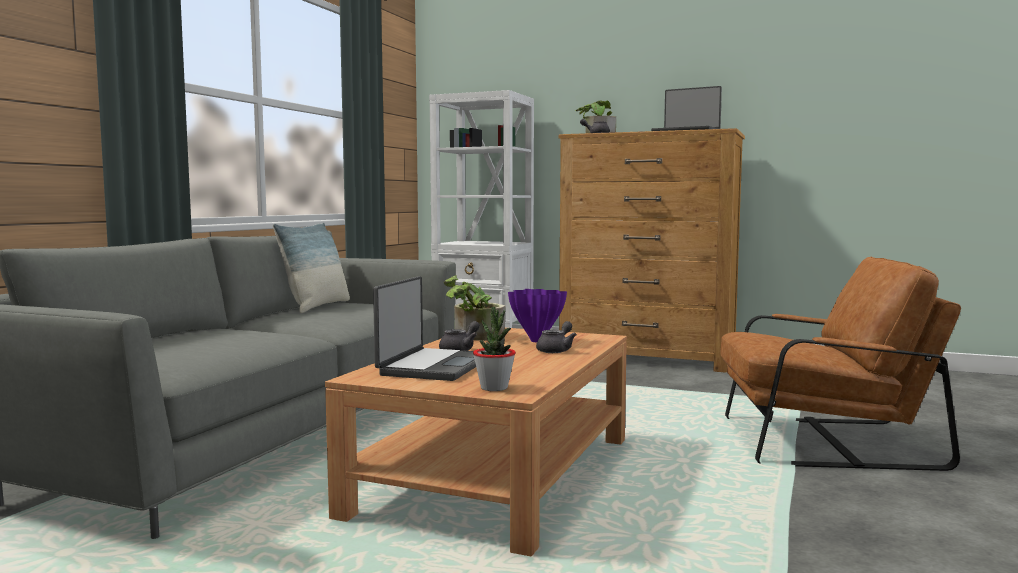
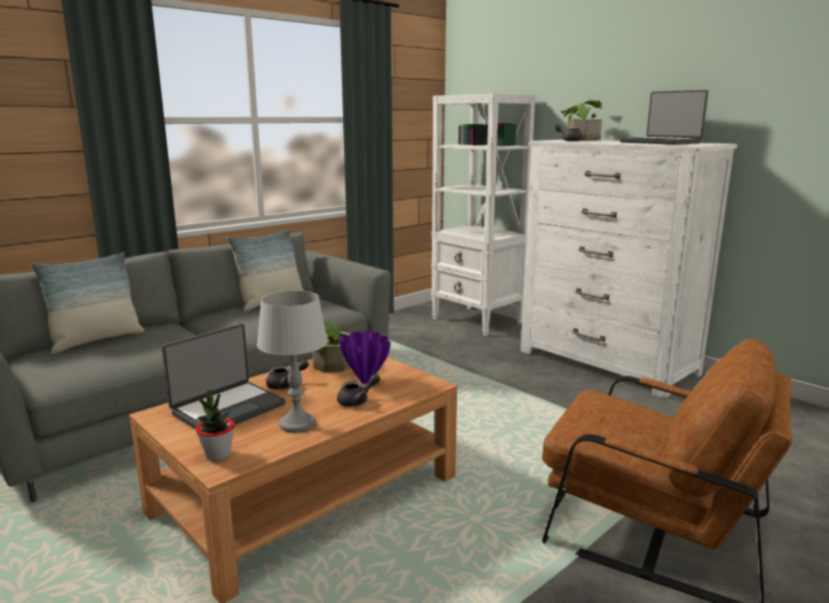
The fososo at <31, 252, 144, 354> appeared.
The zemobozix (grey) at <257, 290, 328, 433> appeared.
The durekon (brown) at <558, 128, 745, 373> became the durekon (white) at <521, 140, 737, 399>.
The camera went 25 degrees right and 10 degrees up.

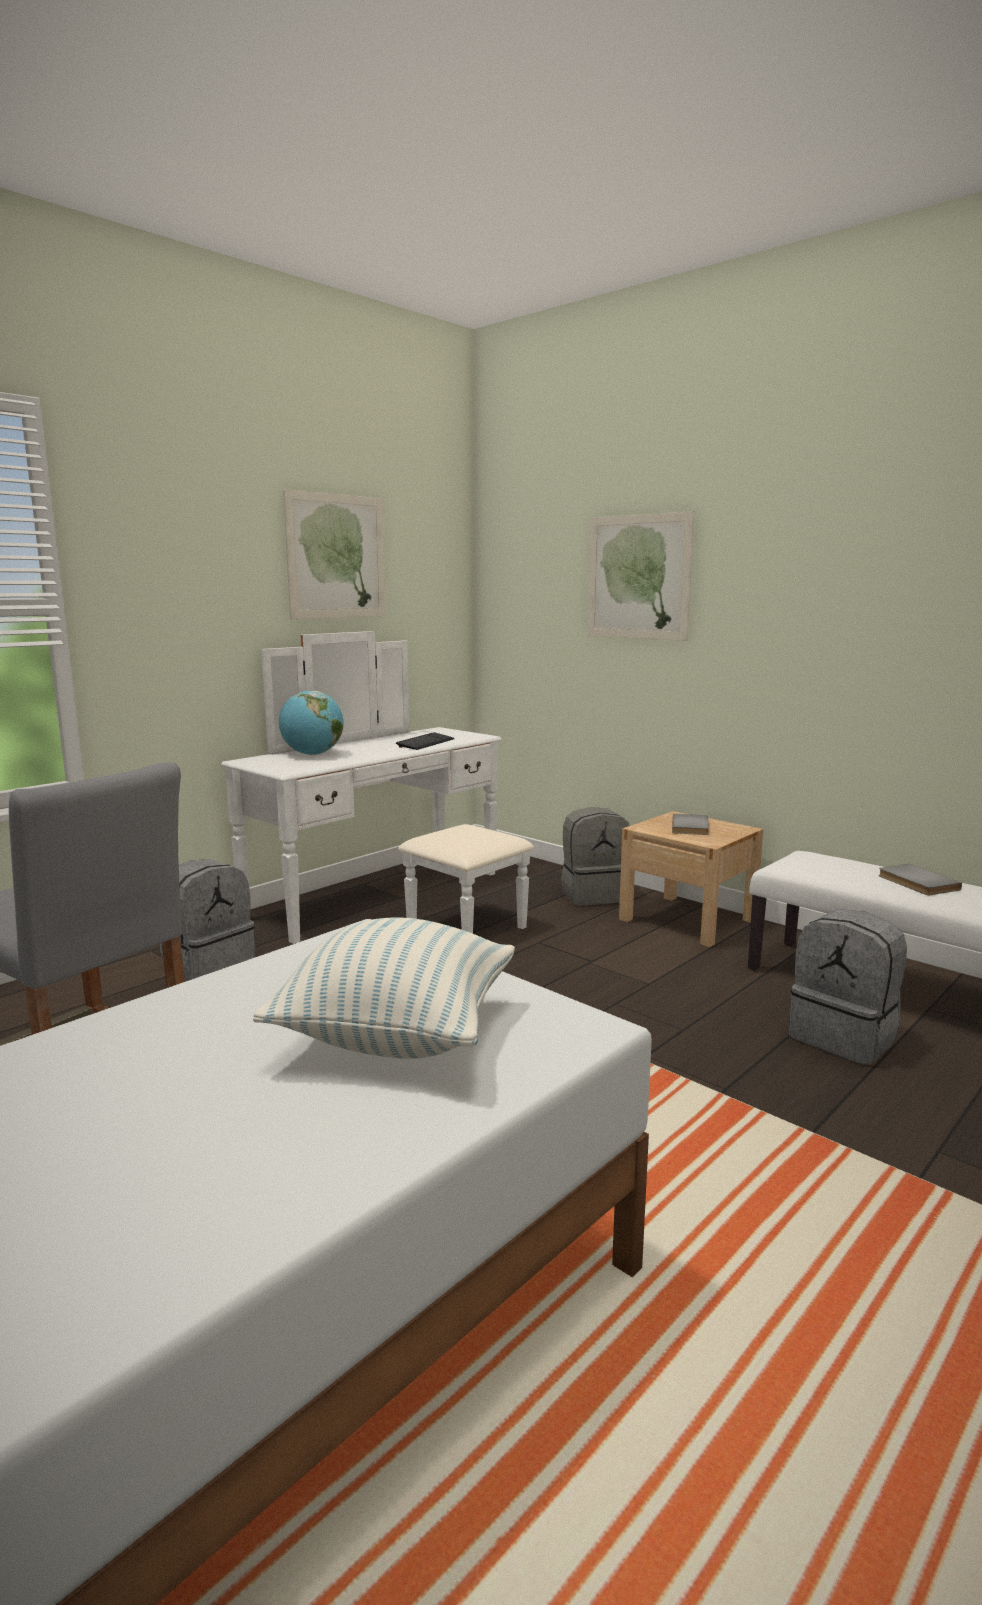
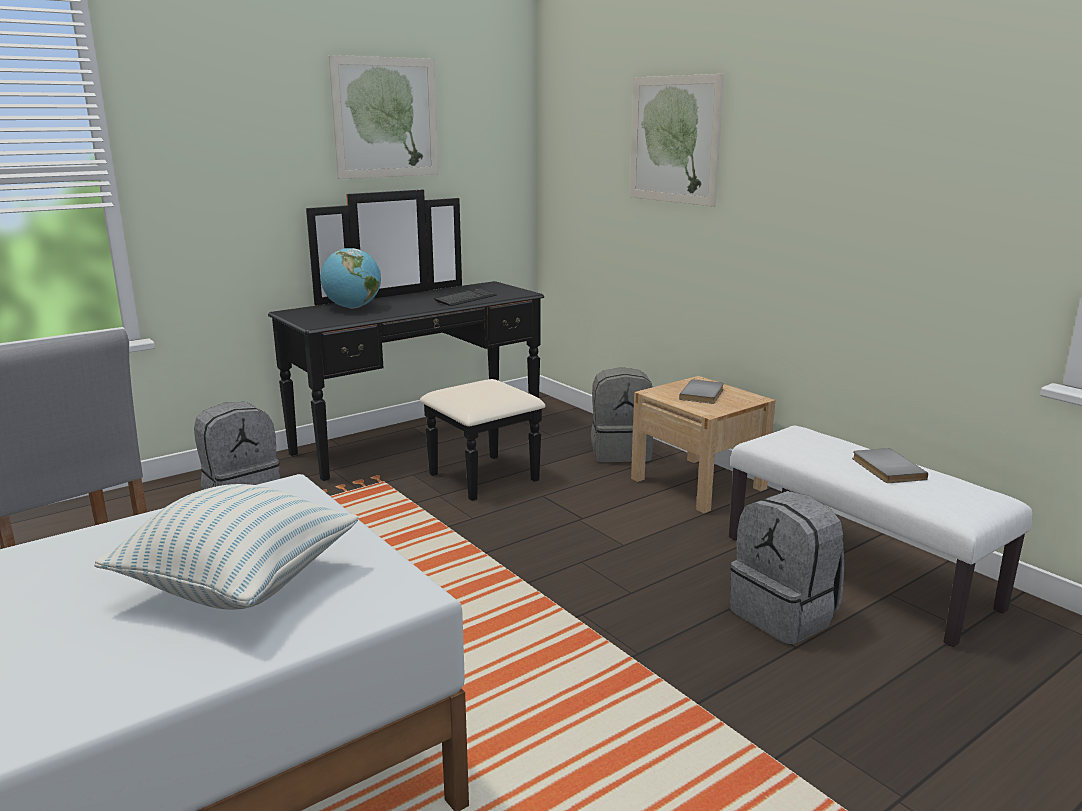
The durekon (white) at <221, 631, 534, 944> became the durekon (black) at <268, 189, 545, 501>.
The camera went 10 degrees right and 5 degrees up.

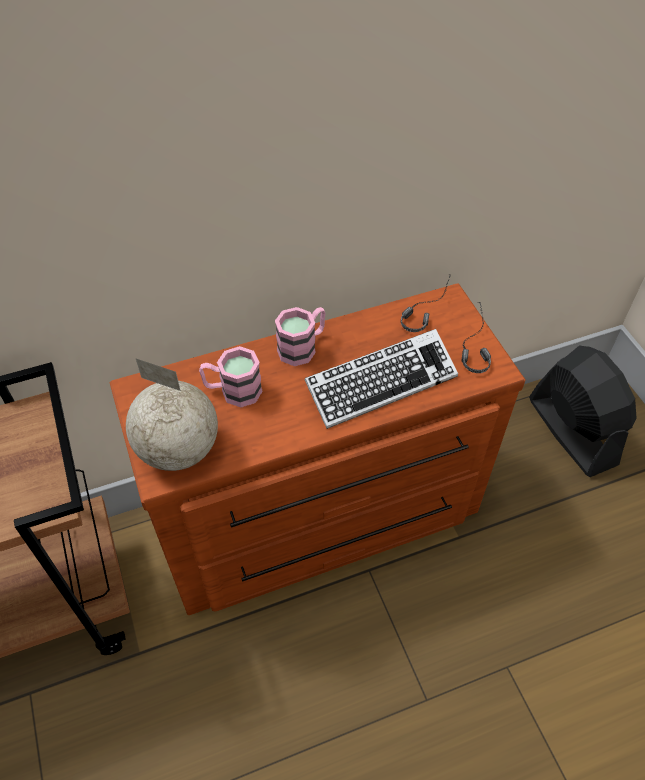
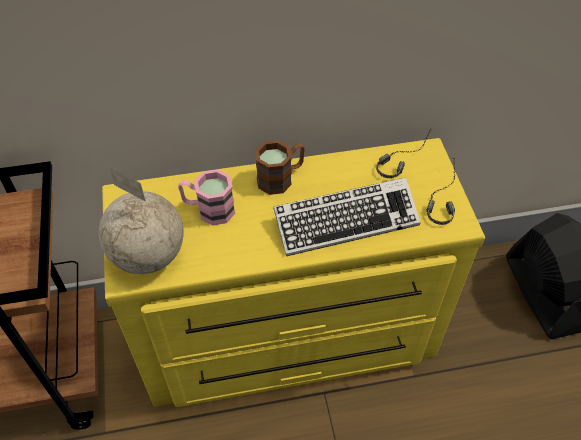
The durekon (brown) at <110, 283, 525, 615> became the durekon (yellow) at <102, 138, 485, 407>.
The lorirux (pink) at <275, 307, 325, 366> became the lorirux (brown) at <255, 140, 305, 195>.
The camera went 10 degrees right and 0 degrees up.

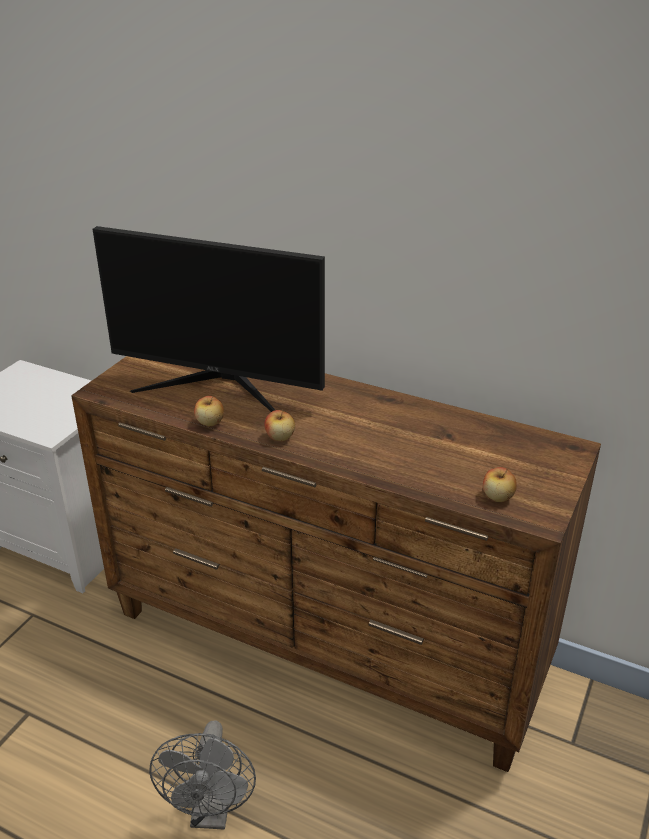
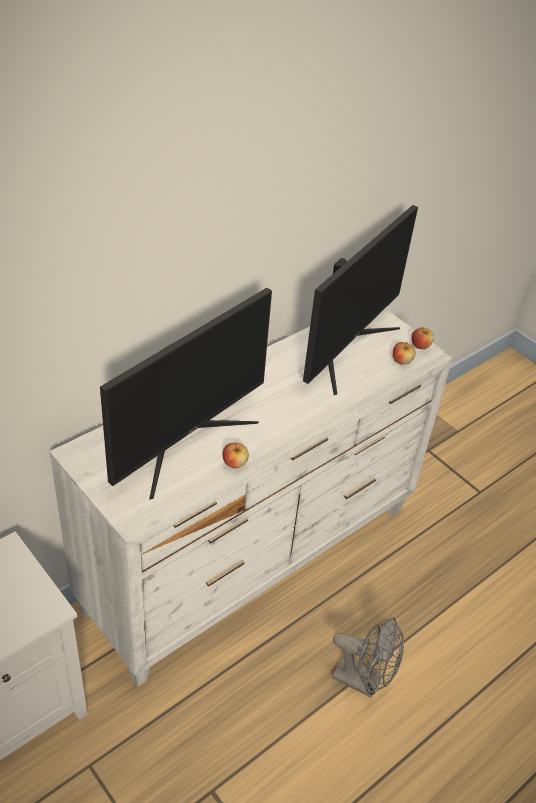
The durekon (brown) at <71, 356, 601, 772> became the durekon (white) at <49, 309, 453, 687>.
The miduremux at <303, 205, 418, 395> appeared.
The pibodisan moved from <264, 410, 295, 441> to <411, 327, 434, 349>.
The camera went 70 degrees left and 10 degrees up.

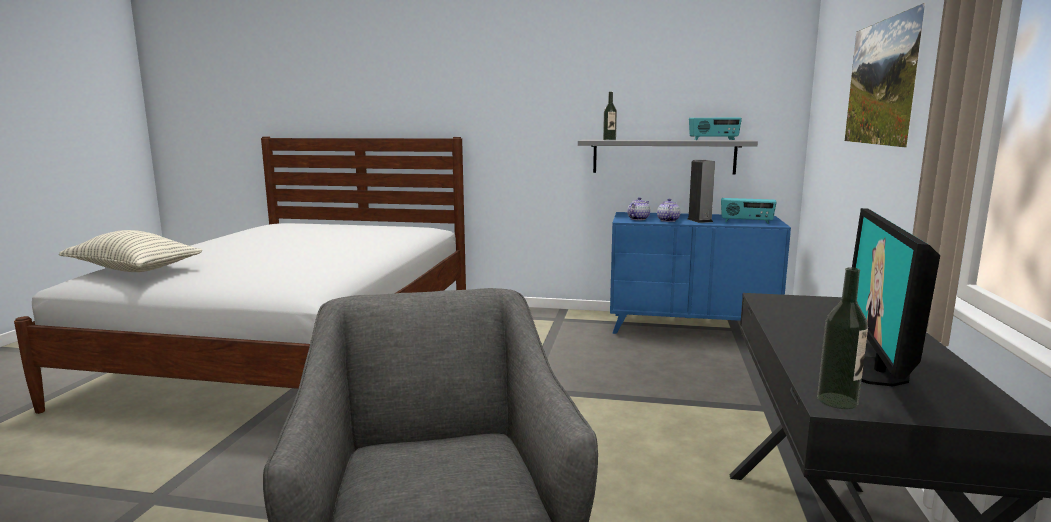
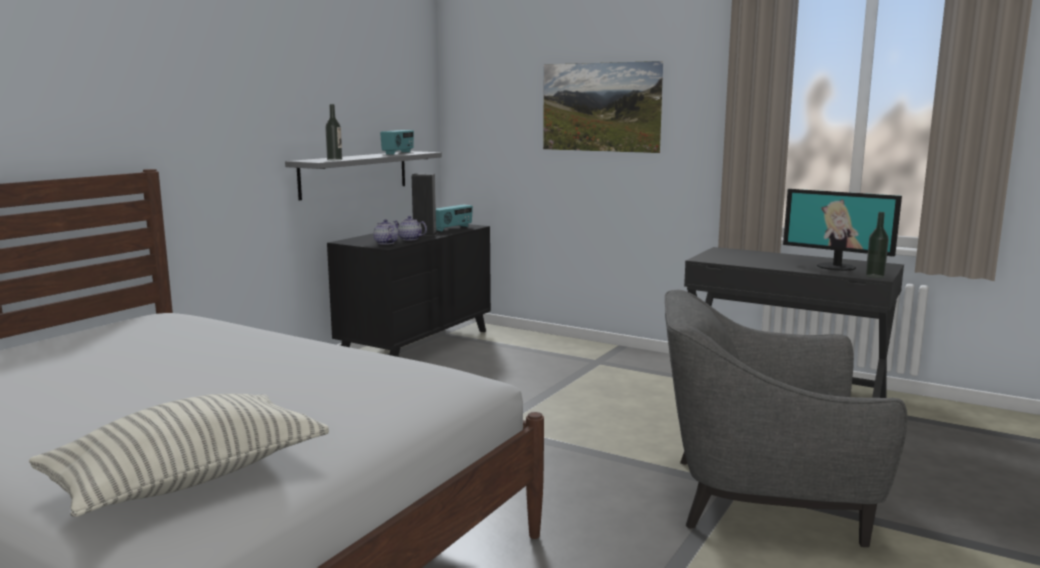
The durekon (blue) at <610, 212, 791, 334> became the durekon (black) at <327, 224, 491, 357>.
The camera went 70 degrees left and 0 degrees up.

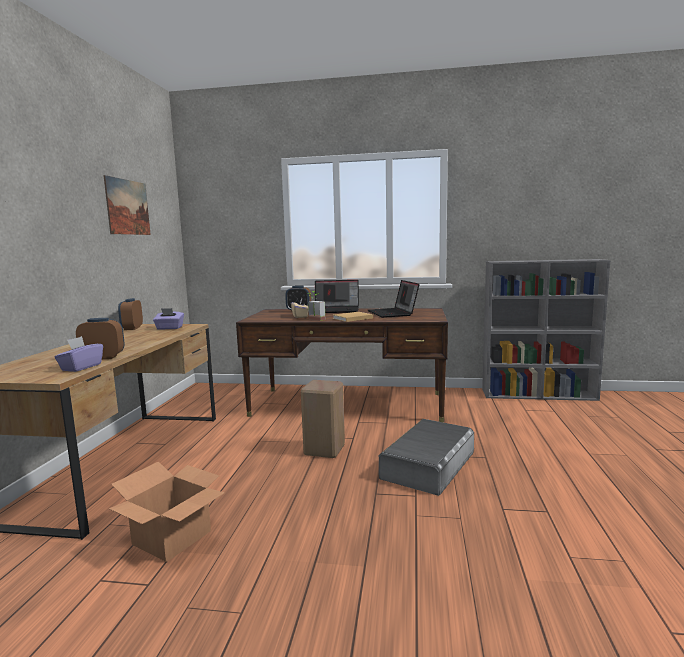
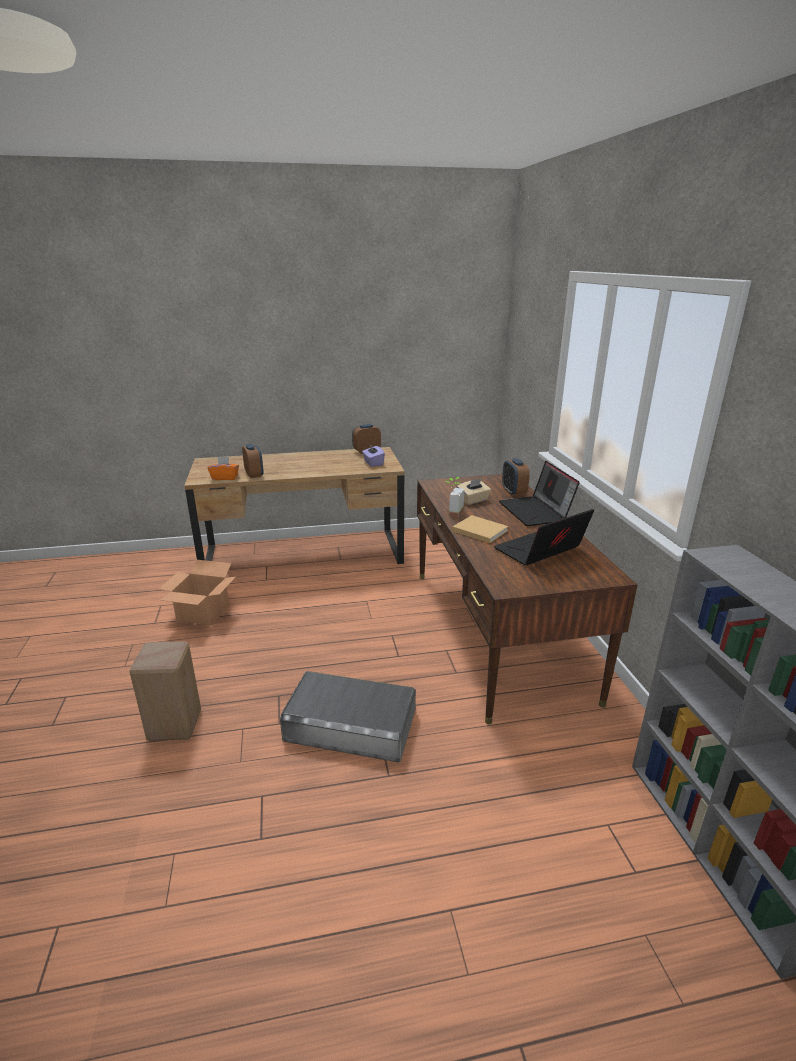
The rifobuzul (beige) moved from <301, 380, 345, 458> to <130, 641, 201, 741>.
The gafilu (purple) at <54, 336, 103, 372> became the gafilu (orange) at <207, 457, 239, 480>.
The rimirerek at <103, 175, 151, 235> disappeared.
The camera went 70 degrees right and 15 degrees up.

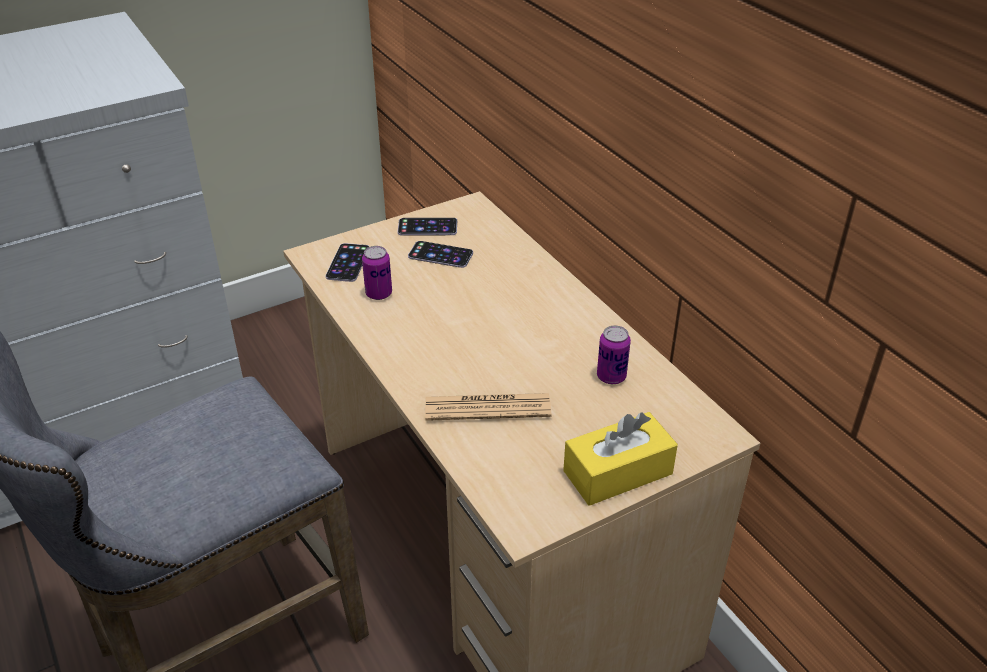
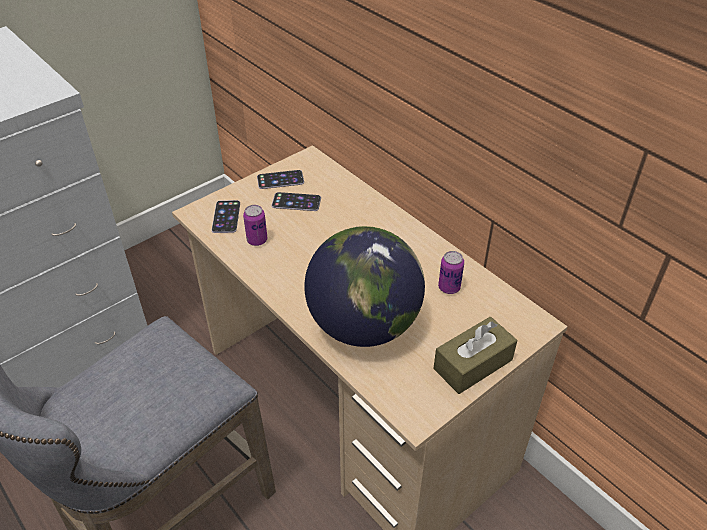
The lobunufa at <425, 393, 552, 421> was replaced by the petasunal at <304, 226, 425, 347>.
The gafilu (yellow) at <563, 412, 678, 506> became the gafilu (brown) at <433, 317, 517, 394>.
The camera went 10 degrees left and 5 degrees up.

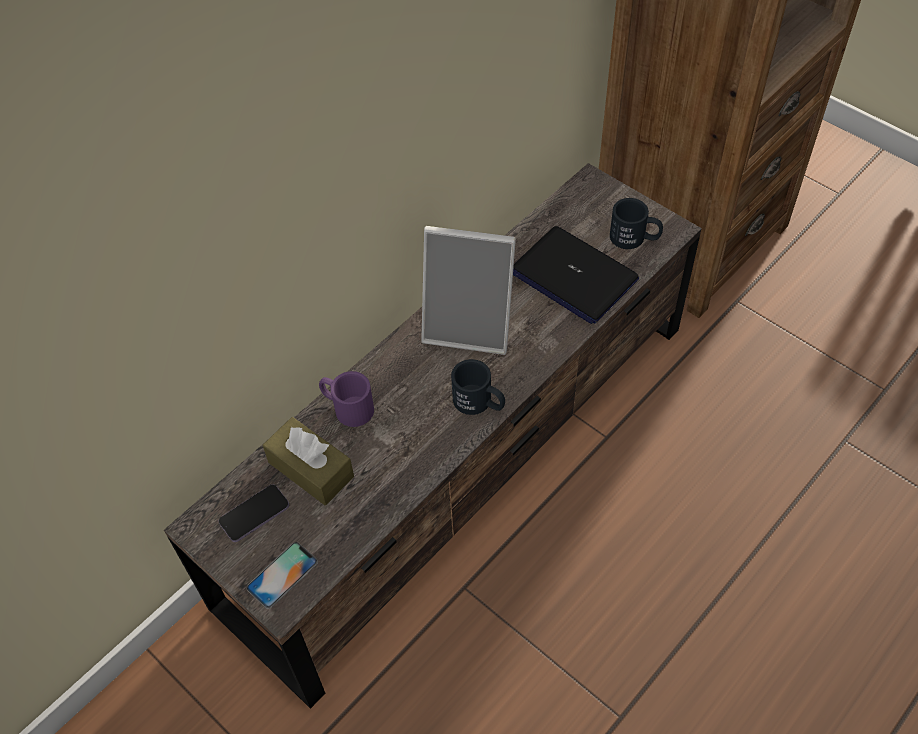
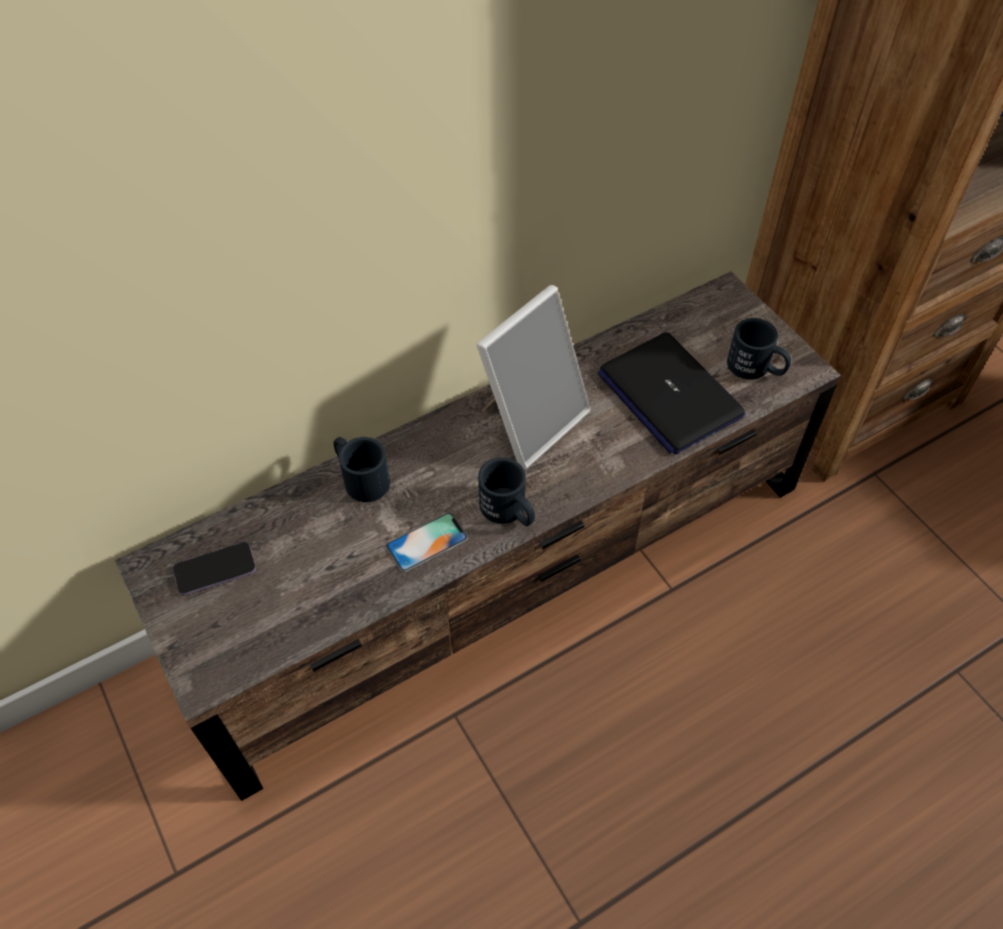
The lorirux (purple) at <319, 371, 374, 427> became the lorirux (black) at <334, 437, 390, 502>.
The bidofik moved from <246, 542, 318, 609> to <386, 512, 468, 572>.
The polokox at <421, 226, 516, 355> turned 75 degrees counterclockwise.
The gafilu (brown) at <263, 417, 354, 505> disappeared.
The camera went 15 degrees right and 0 degrees up.

